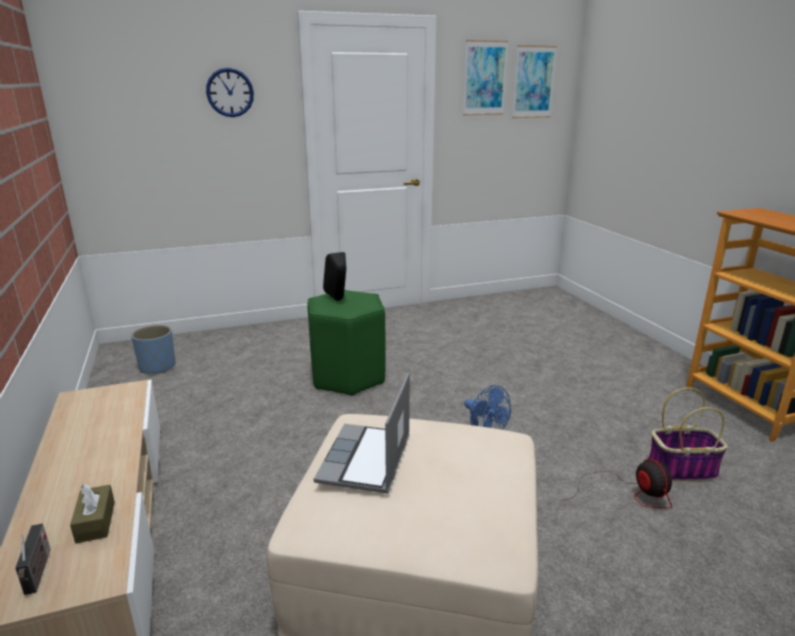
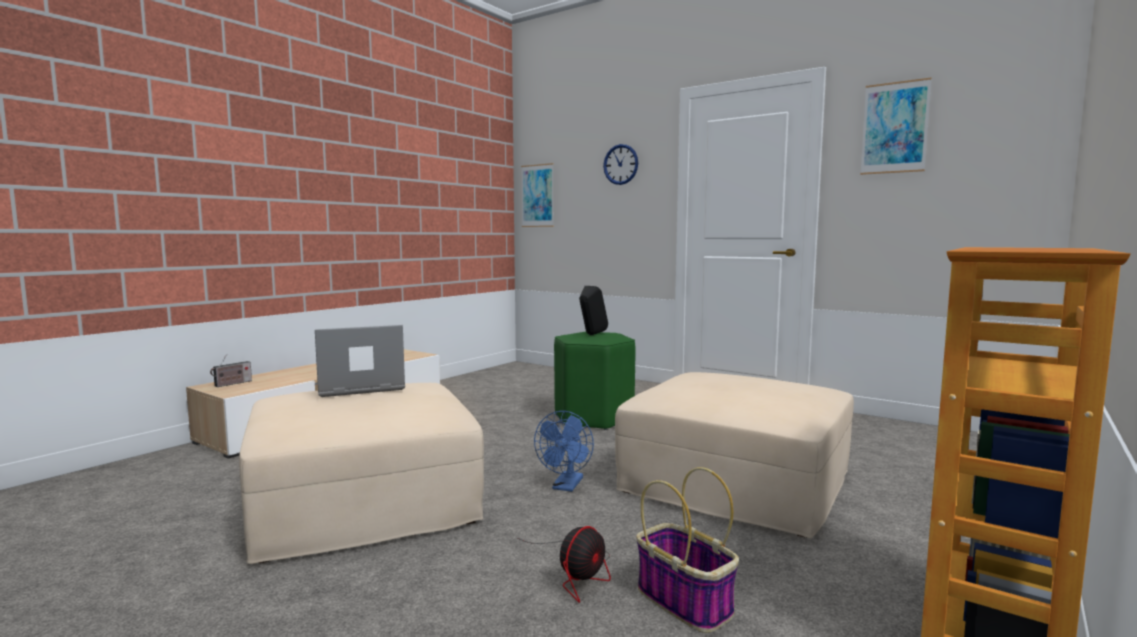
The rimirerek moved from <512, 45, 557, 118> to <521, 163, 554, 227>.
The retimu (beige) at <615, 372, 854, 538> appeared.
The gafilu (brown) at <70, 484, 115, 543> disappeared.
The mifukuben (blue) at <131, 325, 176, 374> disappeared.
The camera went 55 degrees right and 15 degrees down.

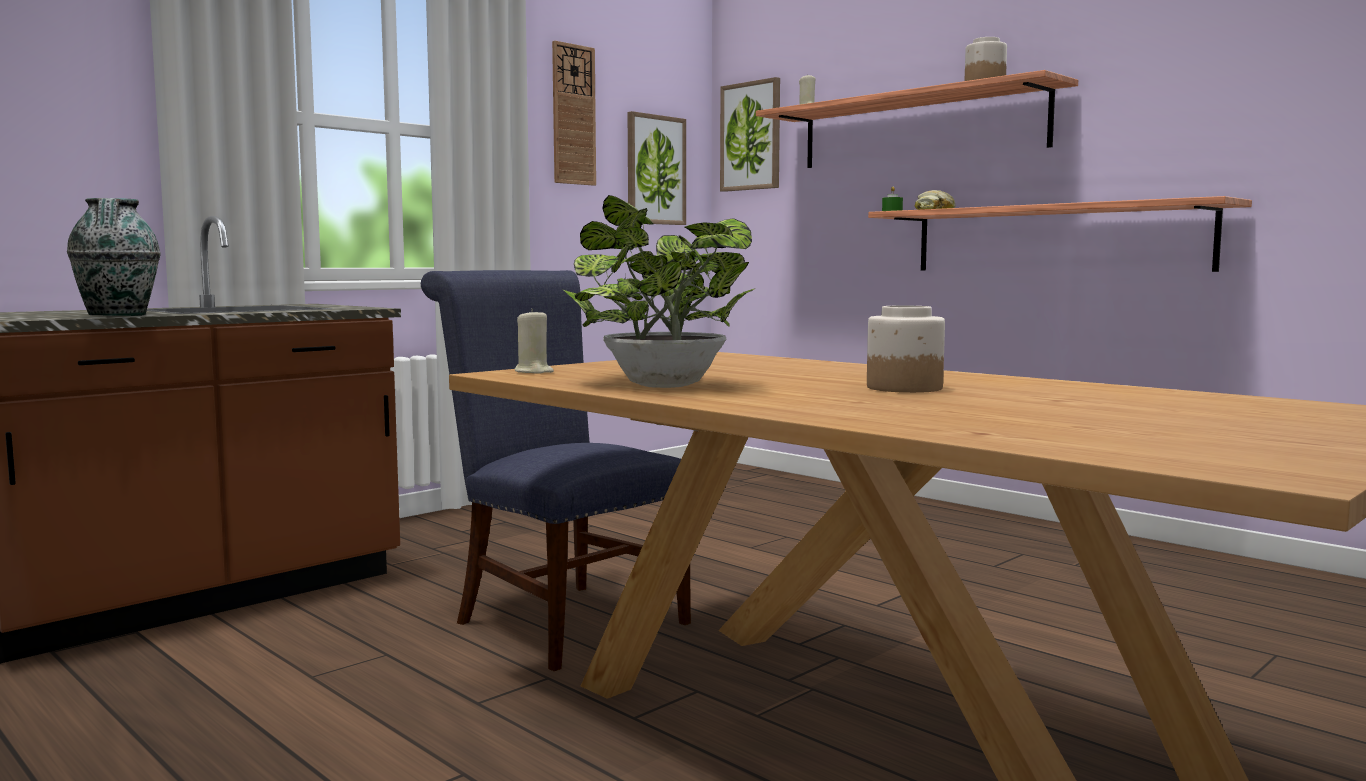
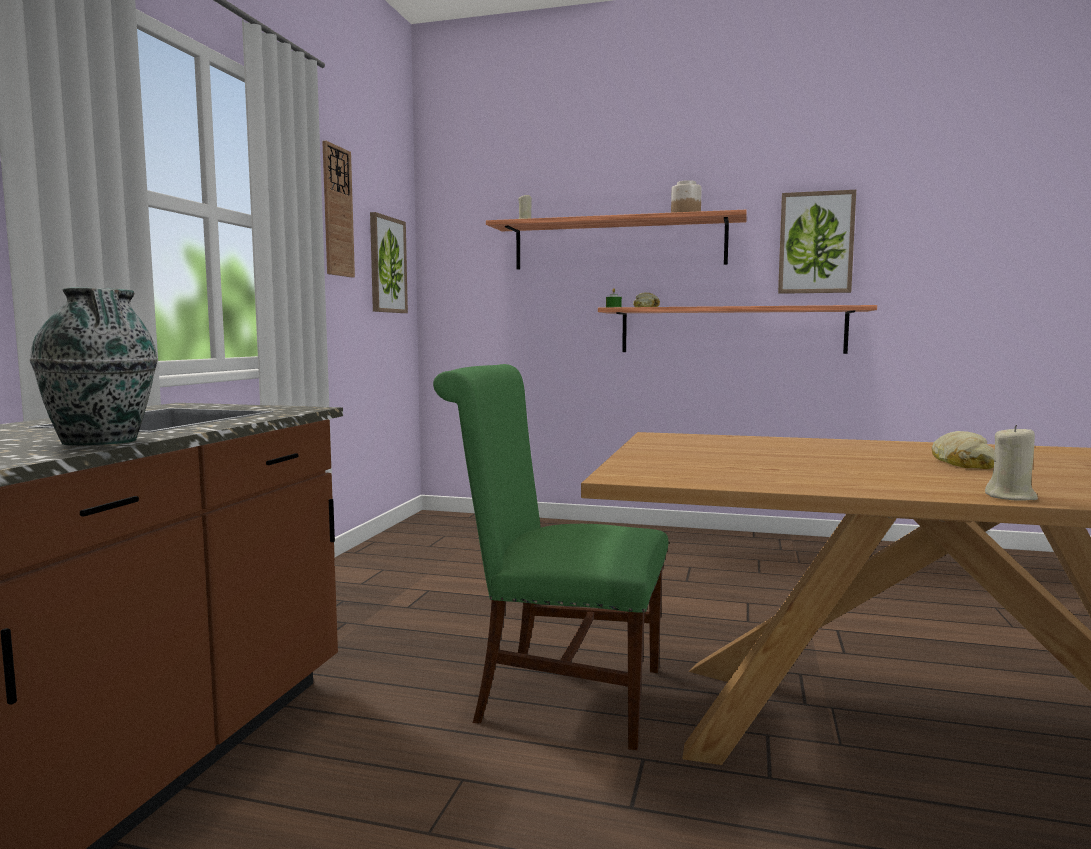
The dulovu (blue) at <421, 270, 691, 671> became the dulovu (green) at <433, 364, 668, 750>.
The rimirerek moved from <720, 77, 780, 192> to <778, 190, 856, 294>.
The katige at <867, 305, 945, 393> was replaced by the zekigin at <932, 431, 995, 469>.
The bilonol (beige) moved from <515, 308, 554, 374> to <985, 425, 1038, 501>.
The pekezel at <562, 195, 755, 388> disappeared.
The camera went 30 degrees left and 0 degrees up.

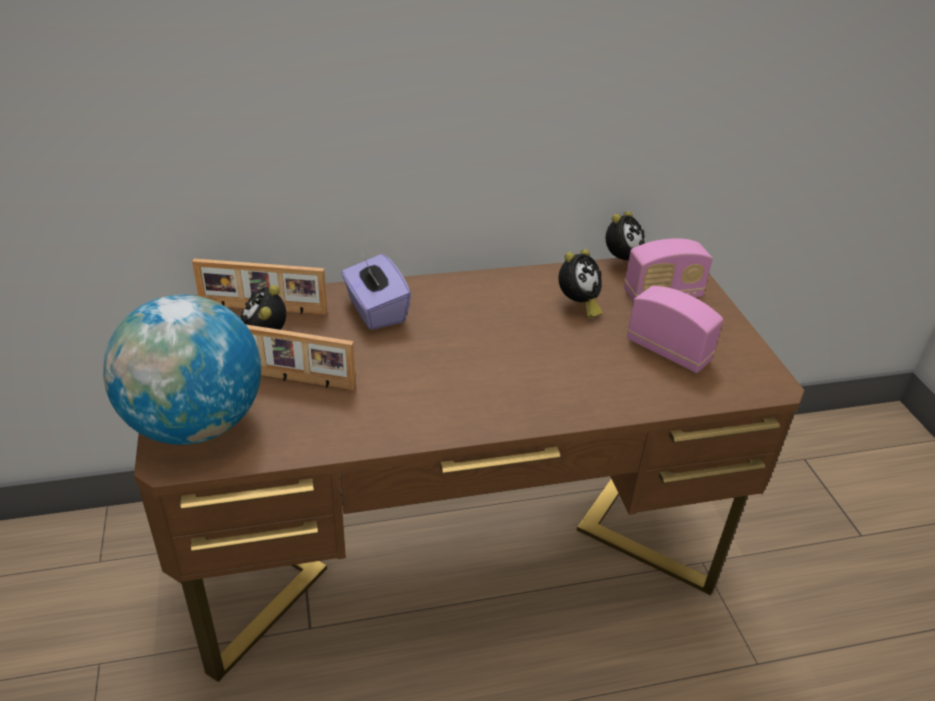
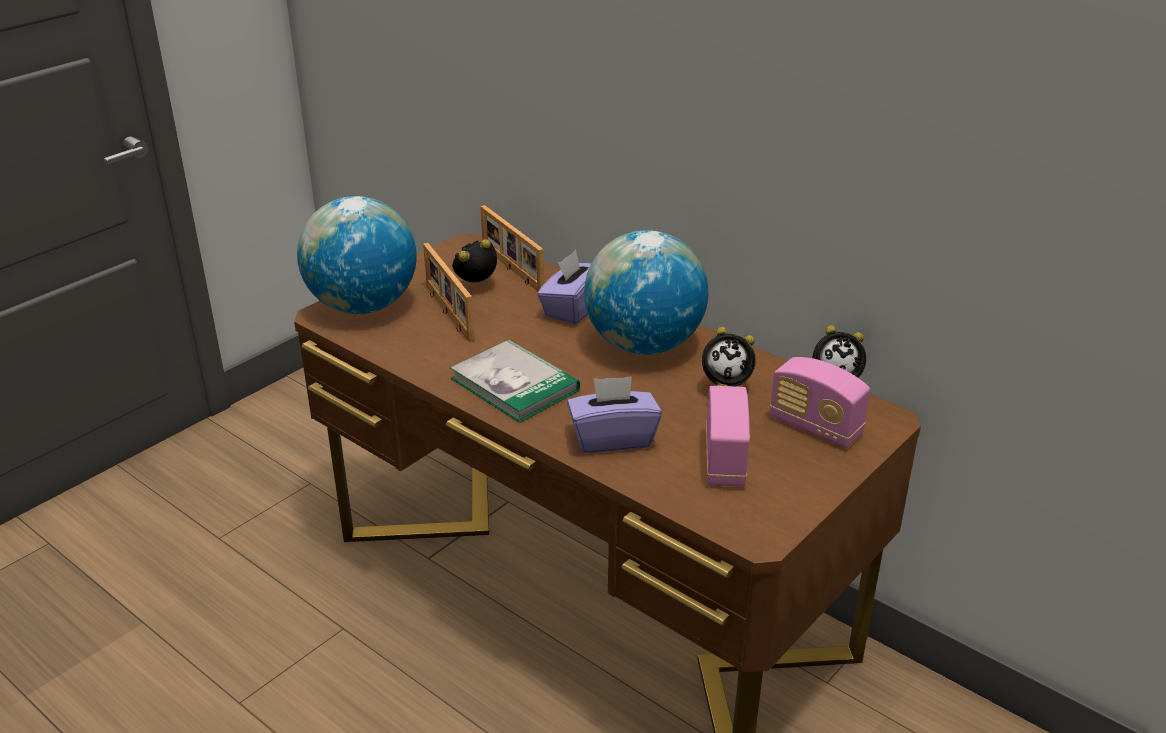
The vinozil at <450, 339, 580, 423> appeared.
The gafilu (purple) at <567, 376, 662, 453> appeared.
The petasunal at <584, 230, 708, 355> appeared.
The camera went 55 degrees right and 5 degrees down.

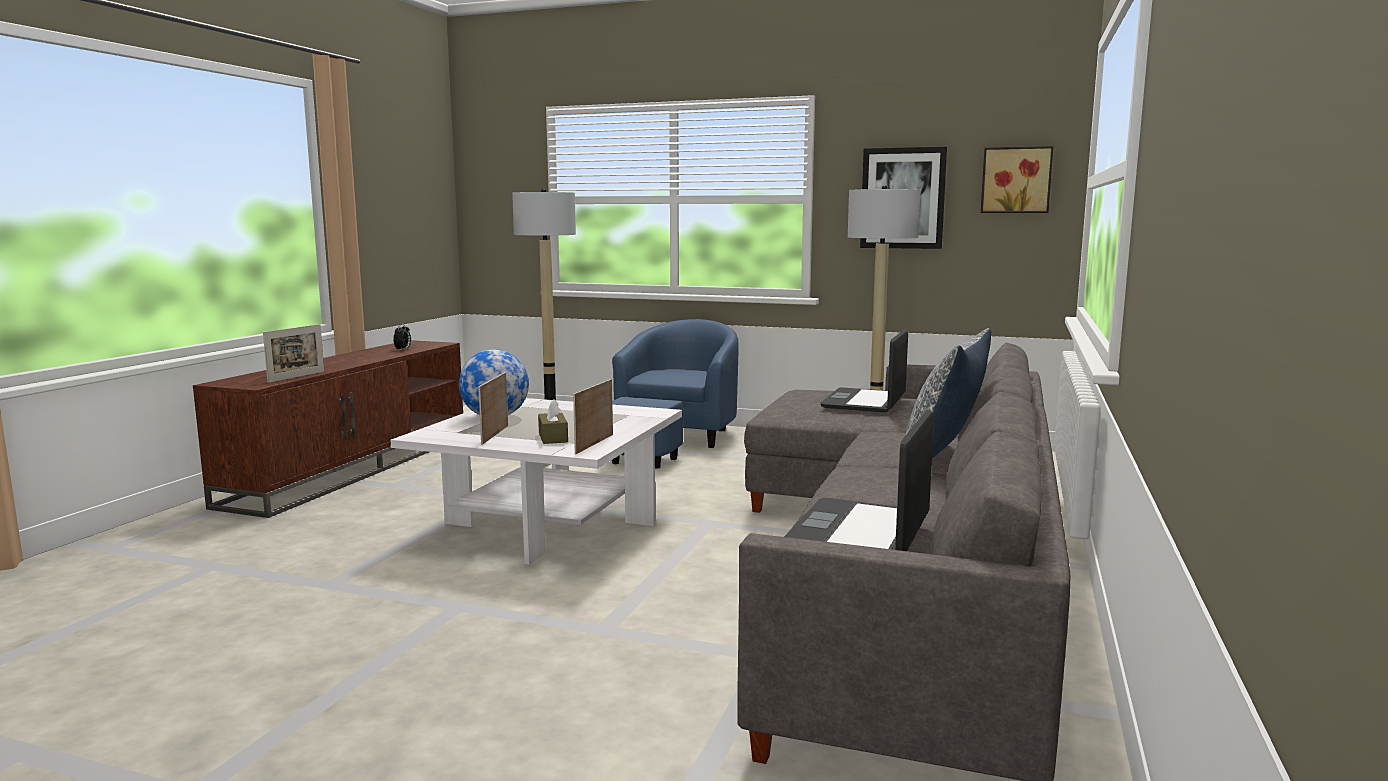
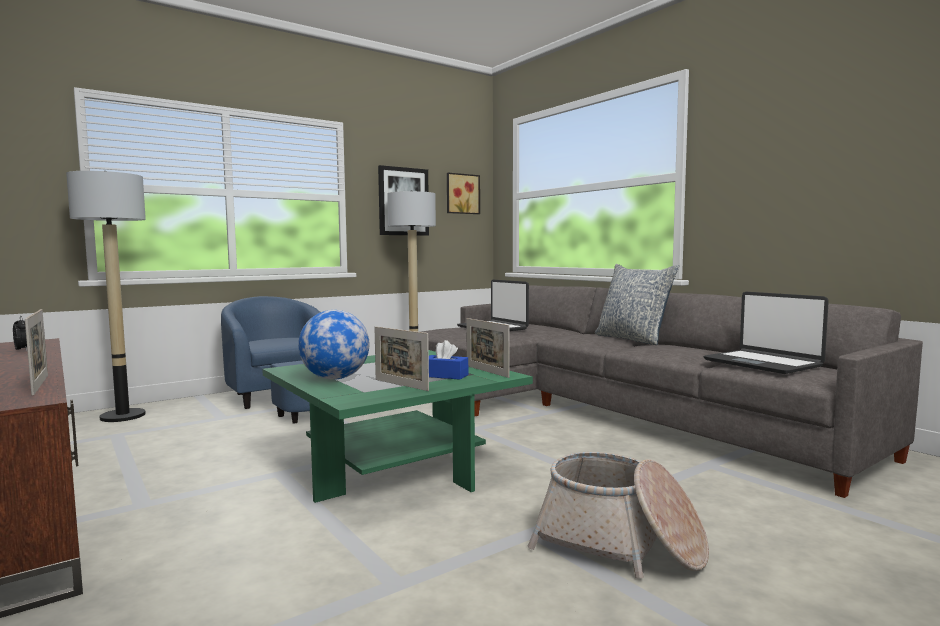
The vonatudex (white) at <390, 398, 682, 565> became the vonatudex (green) at <262, 350, 533, 503>.
The gafilu (brown) at <538, 399, 568, 444> became the gafilu (blue) at <429, 340, 468, 380>.
The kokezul at <528, 452, 709, 578> appeared.
The camera went 55 degrees left and 5 degrees down.

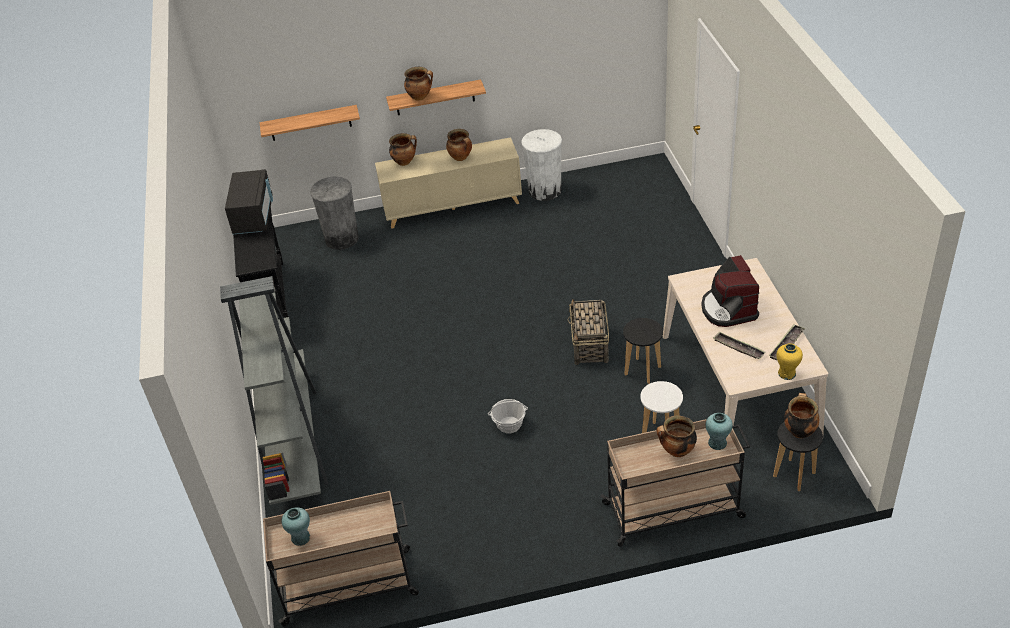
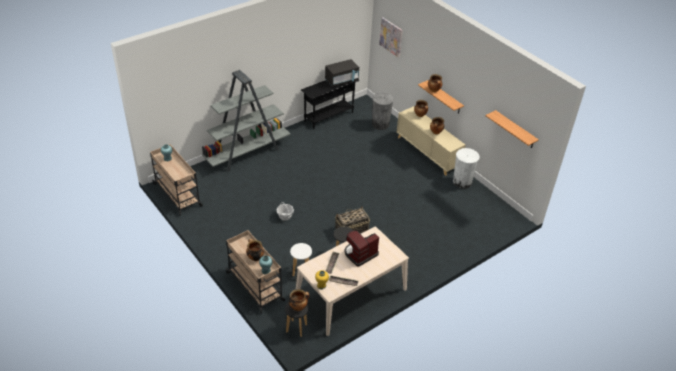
The rimirerek at <379, 17, 403, 58> appeared.
The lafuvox moved from <260, 105, 360, 141> to <485, 110, 539, 148>.
The camera went 60 degrees right and 0 degrees up.

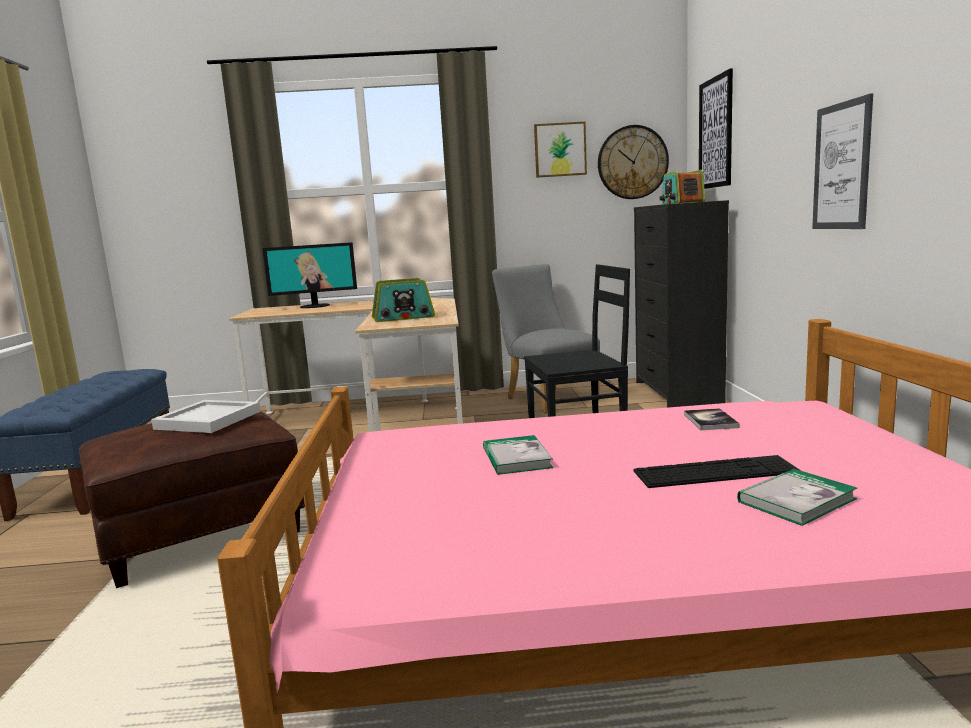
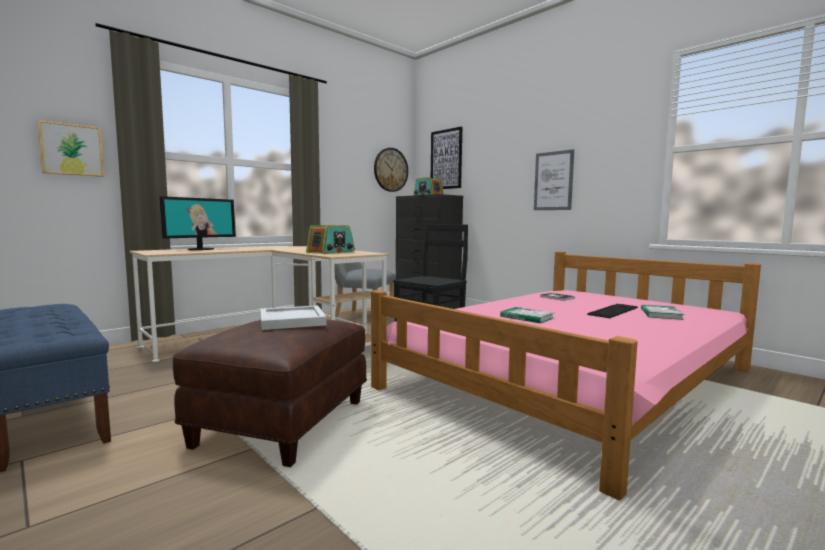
The rimirerek moved from <534, 122, 587, 178> to <38, 120, 104, 177>.
The camera went 40 degrees left and 5 degrees down.

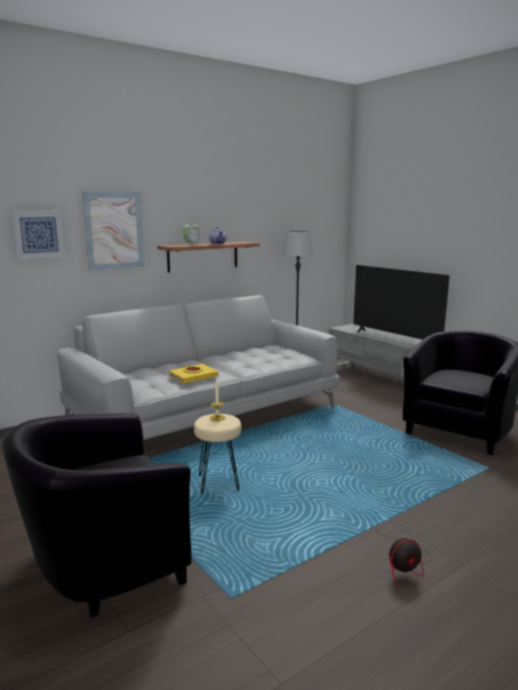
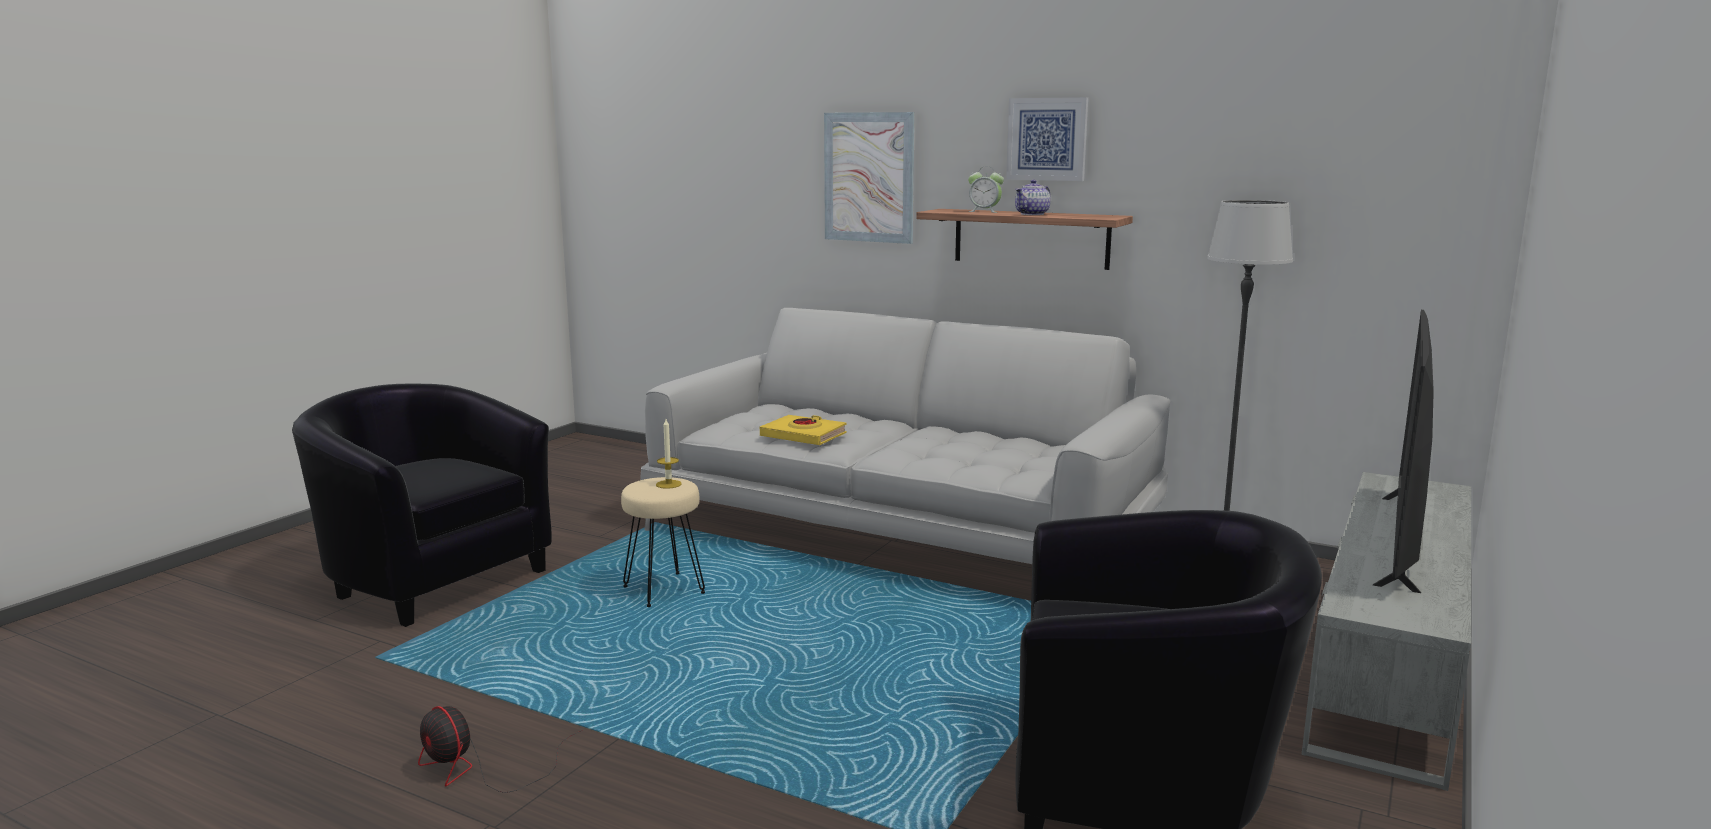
The rimirerek moved from <11, 210, 65, 260> to <1006, 97, 1088, 181>.
The camera went 65 degrees right and 0 degrees up.

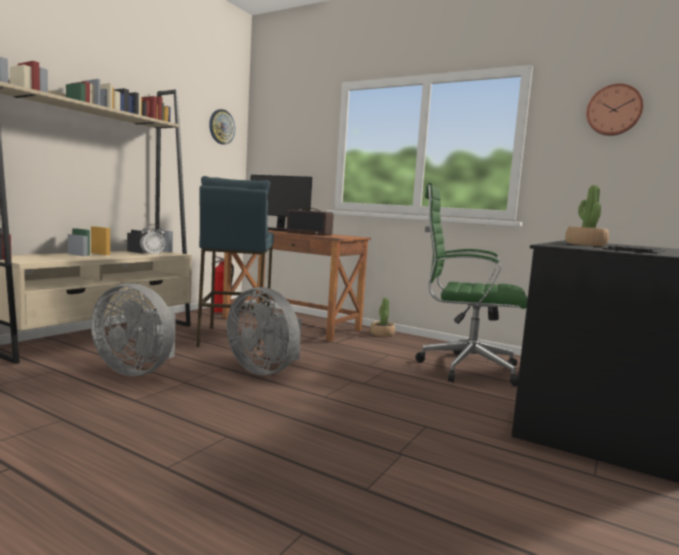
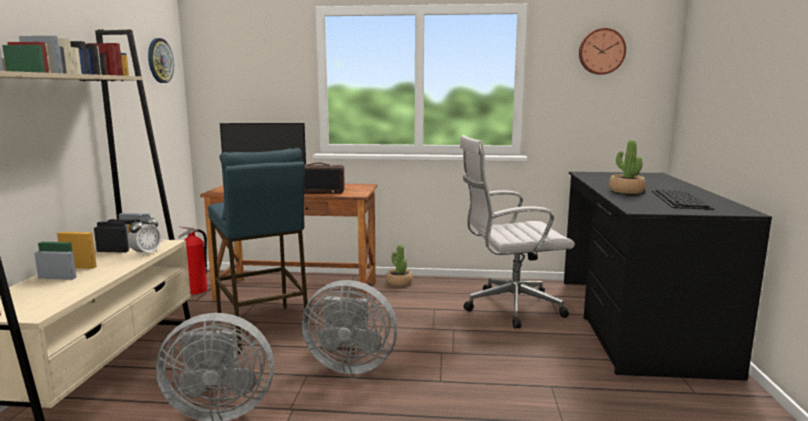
The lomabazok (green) at <415, 183, 528, 386> became the lomabazok (white) at <460, 135, 575, 329>.
The camera went 25 degrees left and 5 degrees up.

